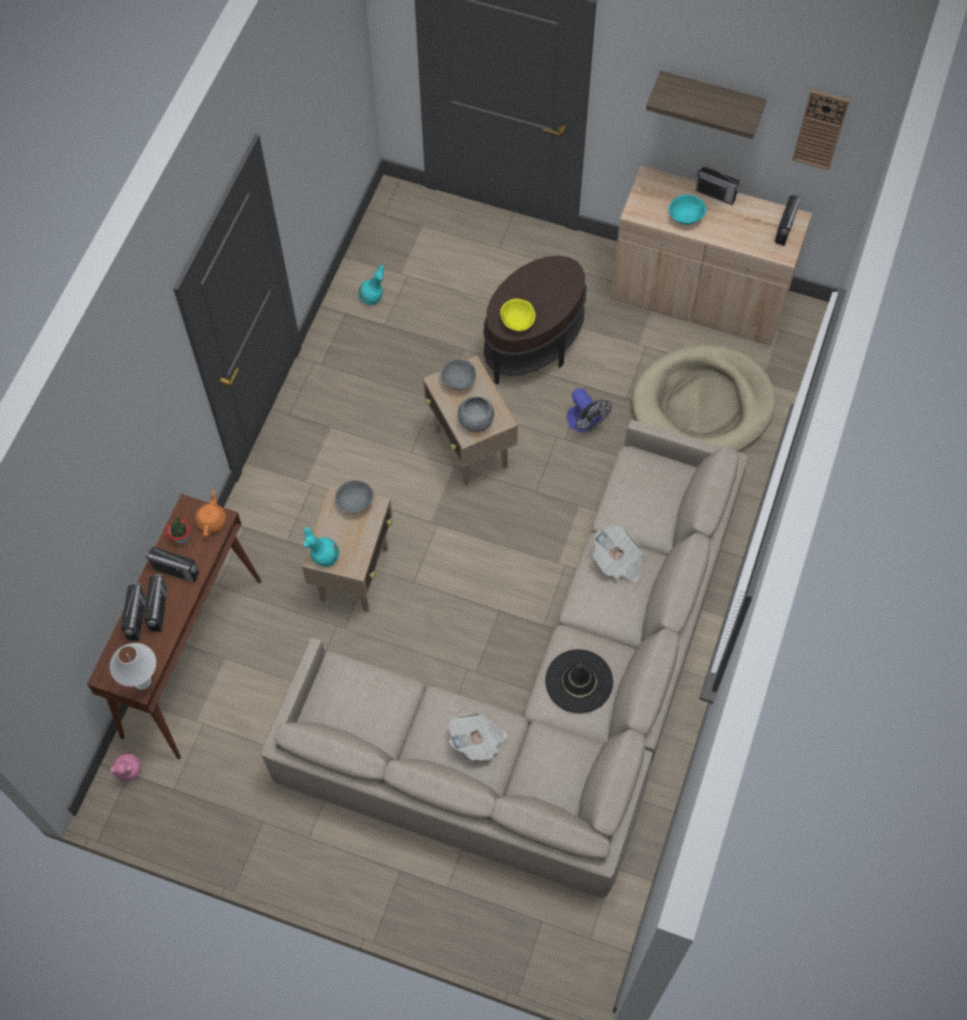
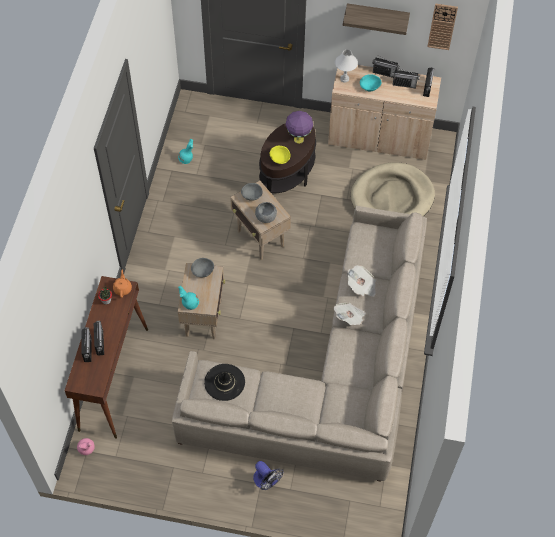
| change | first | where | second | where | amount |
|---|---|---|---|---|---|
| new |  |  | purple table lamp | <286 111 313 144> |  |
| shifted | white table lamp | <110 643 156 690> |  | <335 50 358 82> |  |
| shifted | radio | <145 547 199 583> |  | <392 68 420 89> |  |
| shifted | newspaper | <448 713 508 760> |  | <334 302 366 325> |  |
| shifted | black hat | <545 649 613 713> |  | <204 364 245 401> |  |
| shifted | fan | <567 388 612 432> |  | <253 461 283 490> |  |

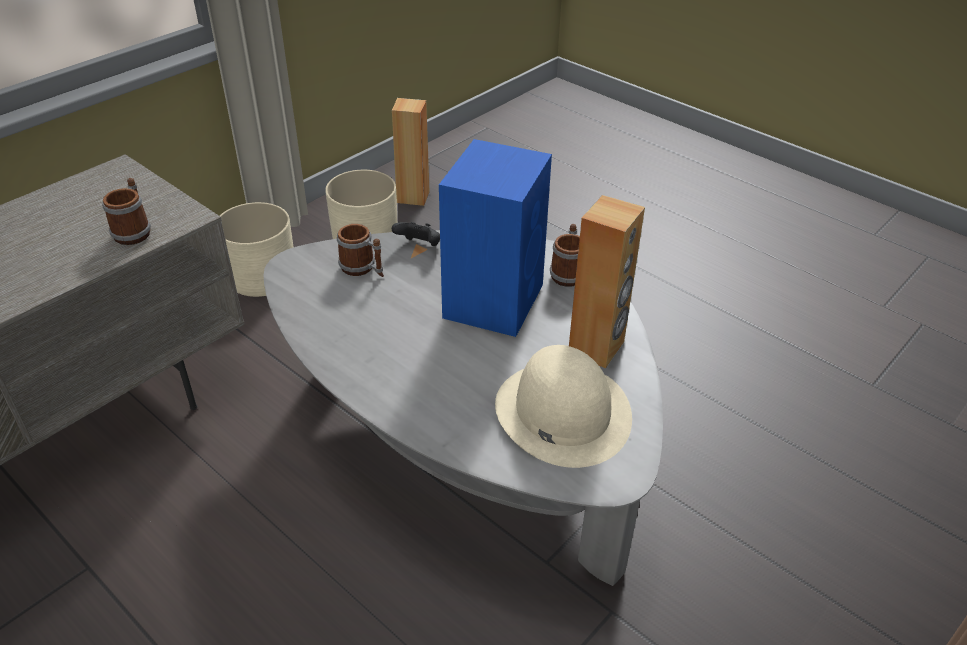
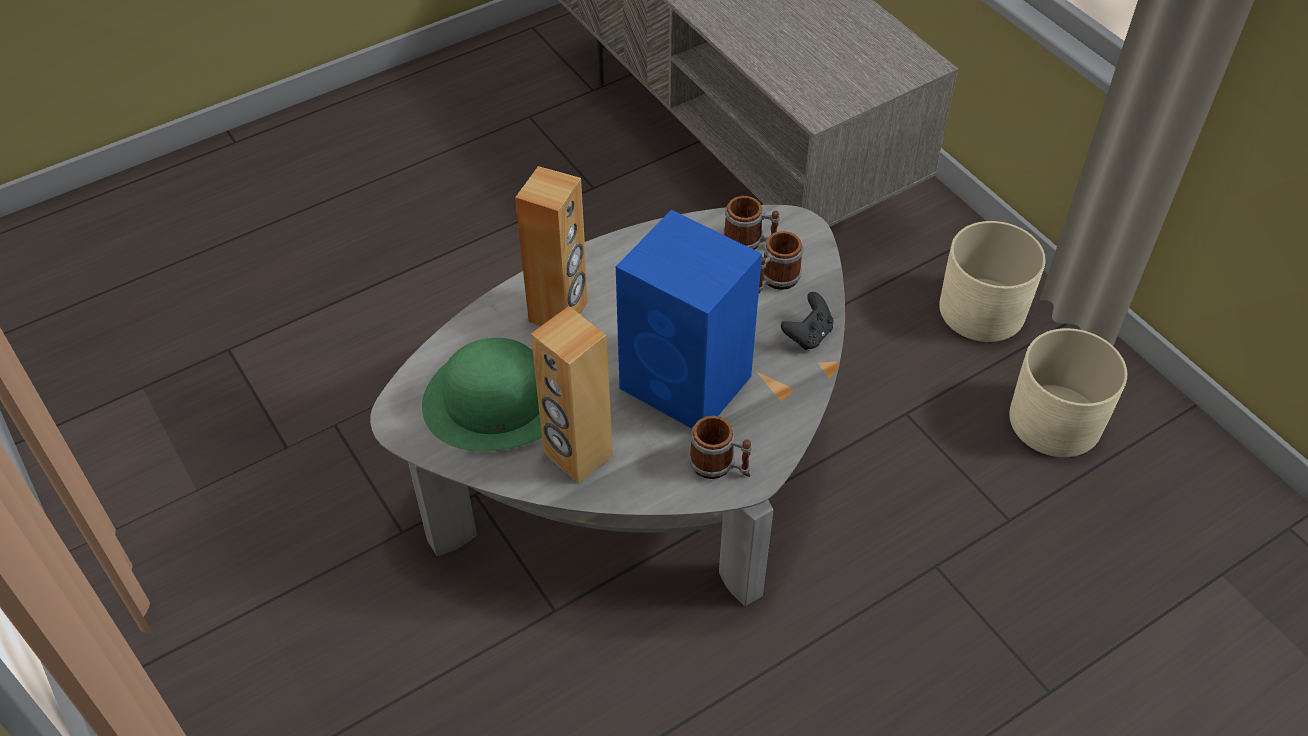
| change | first | where | second | where | amount |
|---|---|---|---|---|---|
| shifted | mug | <102 178 151 245> |  | <723 196 780 250> |  |
| shifted | brown speaker | <392 98 430 206> |  | <515 166 588 326> |  |
| repainted | beige hat | <495 345 632 468> | green hat | <422 338 542 451> |  |

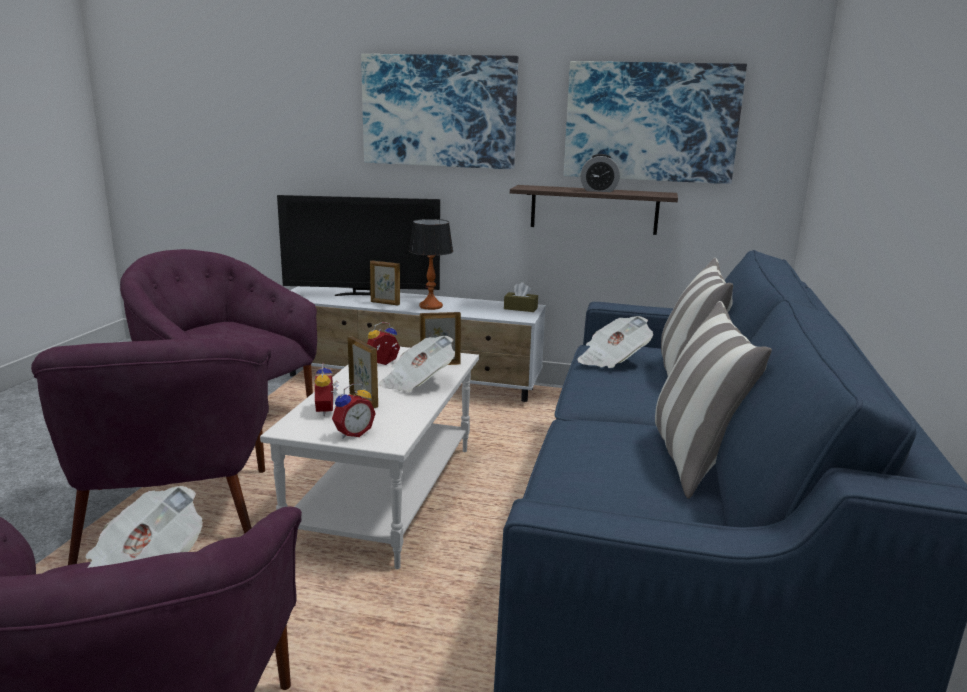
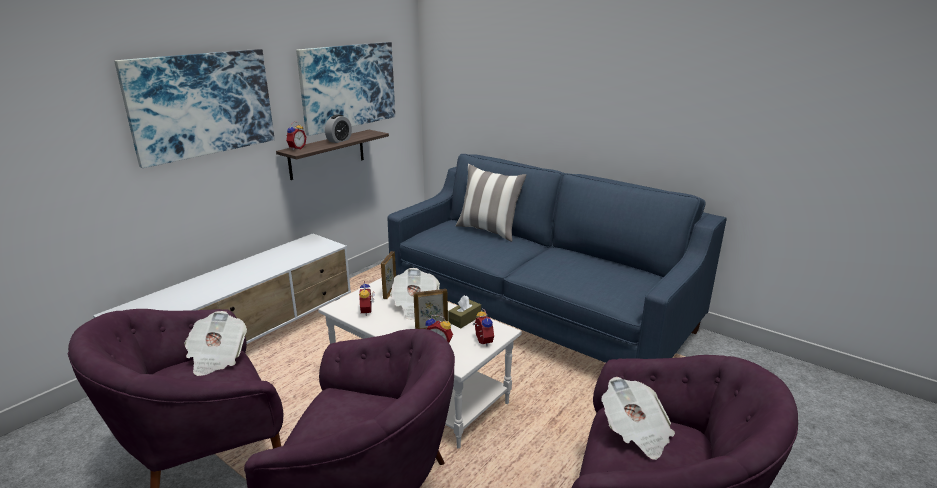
| change | first | where | second | where | amount |
|---|---|---|---|---|---|
| gone | television | <277 195 440 296> |  |  |  |
| gone | picture frame | <370 260 400 305> |  |  |  |
| gone | table lamp | <409 219 453 310> |  |  |  |
| gone | pillow | <655 301 772 499> |  |  |  |
| new |  |  | alarm clock | <286 121 306 151> |  |
| shifted | brown tissue box | <504 282 538 312> |  | <448 295 481 328> |  |
| shifted | newspaper | <577 316 653 368> |  | <184 311 247 376> |  |

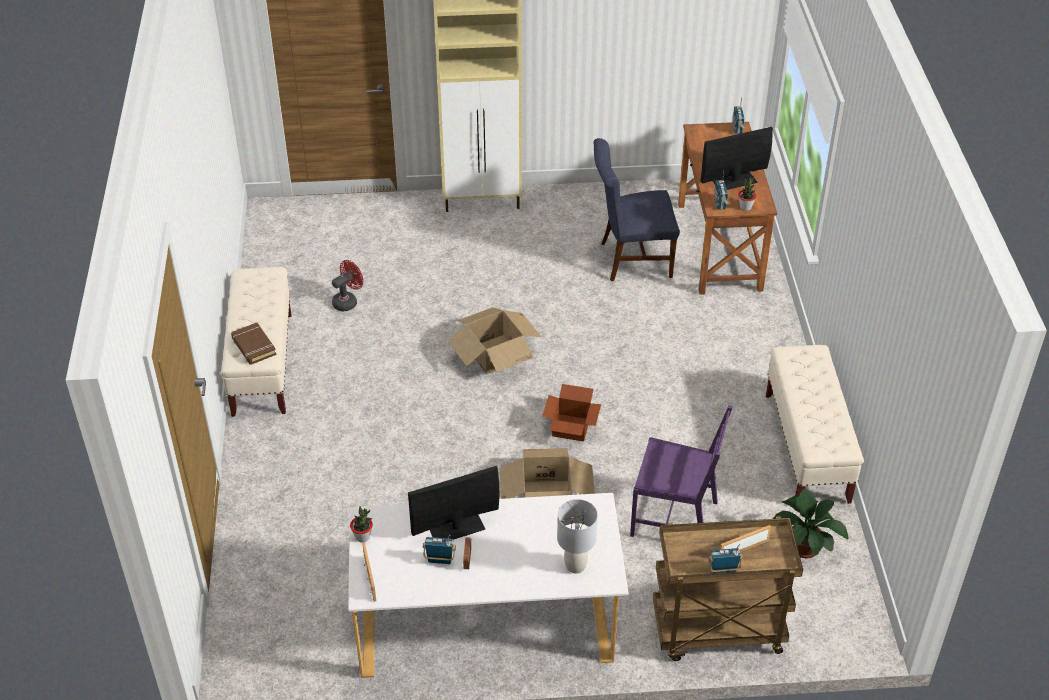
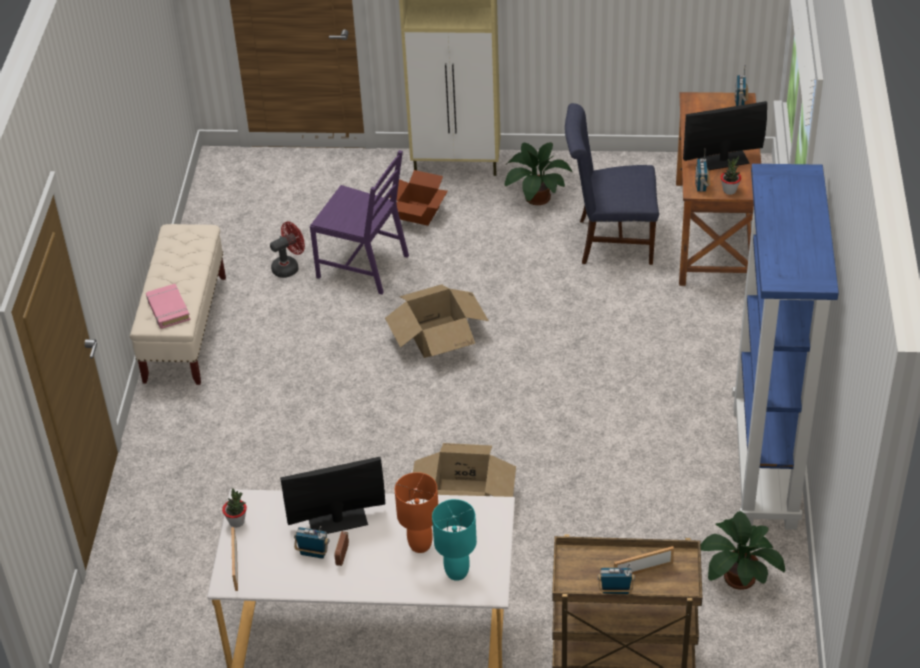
| change | first | where | second | where | amount |
|---|---|---|---|---|---|
| new |  |  | orange table lamp | <395 472 438 553> |  |
| new |  |  | potted plant | <505 142 573 205> |  |
| shifted | cardboard box | <542 384 601 442> |  | <389 170 448 226> |  |
| shifted | purple chair | <630 405 733 537> |  | <310 150 409 294> |  |
| swapped | beige bench | <766 345 864 504> | blue bookcase | <732 164 839 530> |  |
| repainted | brown book | <231 323 276 365> | pink book | <146 284 190 329> |  |
| repainted | grey table lamp | <557 499 598 574> | turquoise table lamp | <432 499 477 581> |  |

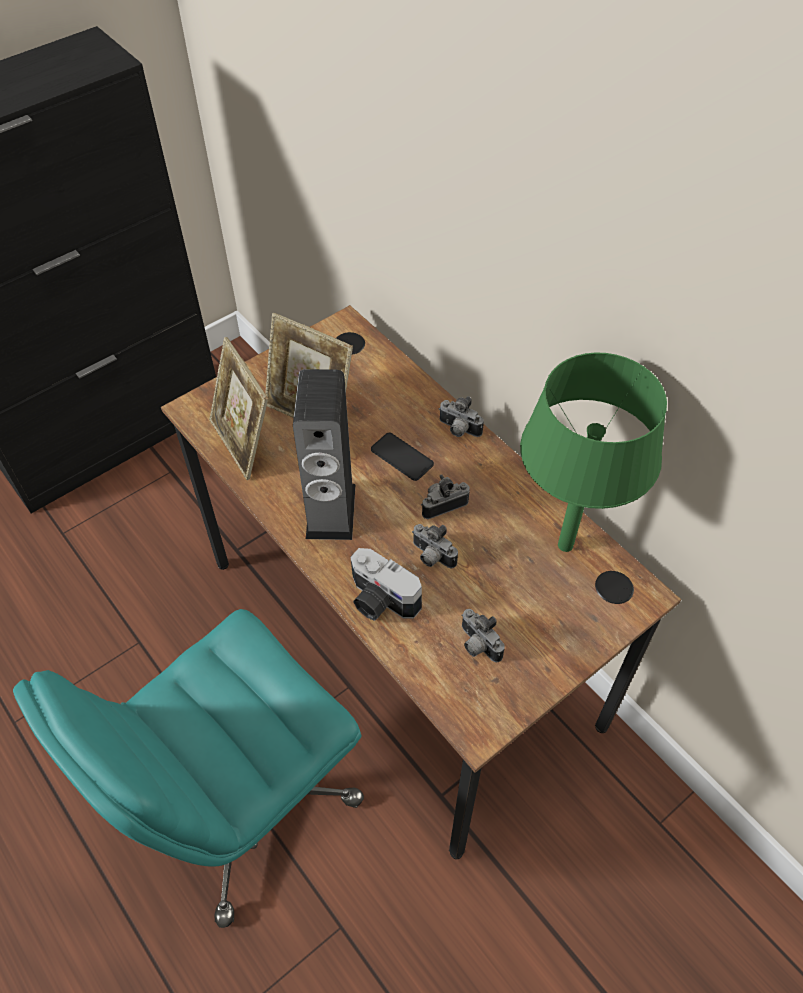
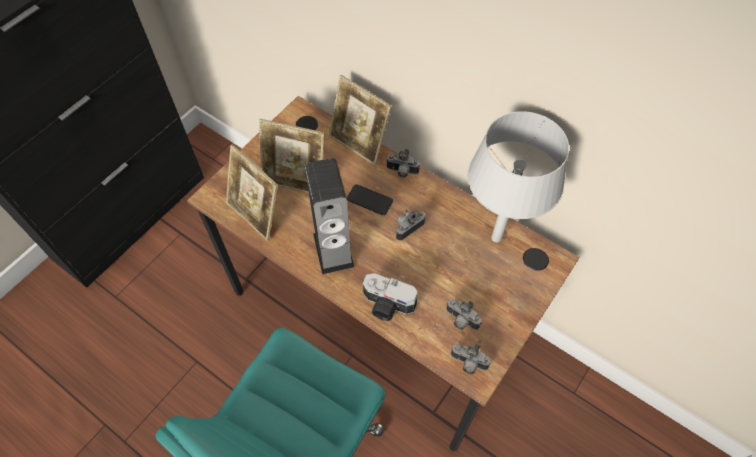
| change | first | where | second | where | amount |
|---|---|---|---|---|---|
| new |  |  | picture frame | <329 75 392 165> |  |
| shifted | photo camera | <412 524 458 568> |  | <451 344 491 374> |  |
| repainted | green table lamp | <520 352 667 552> | grey table lamp | <467 111 569 242> |  |

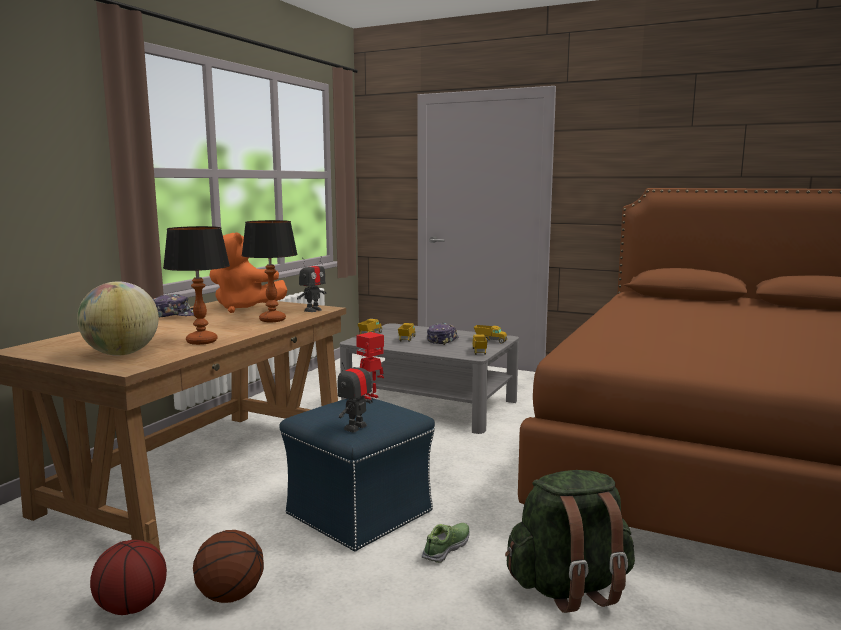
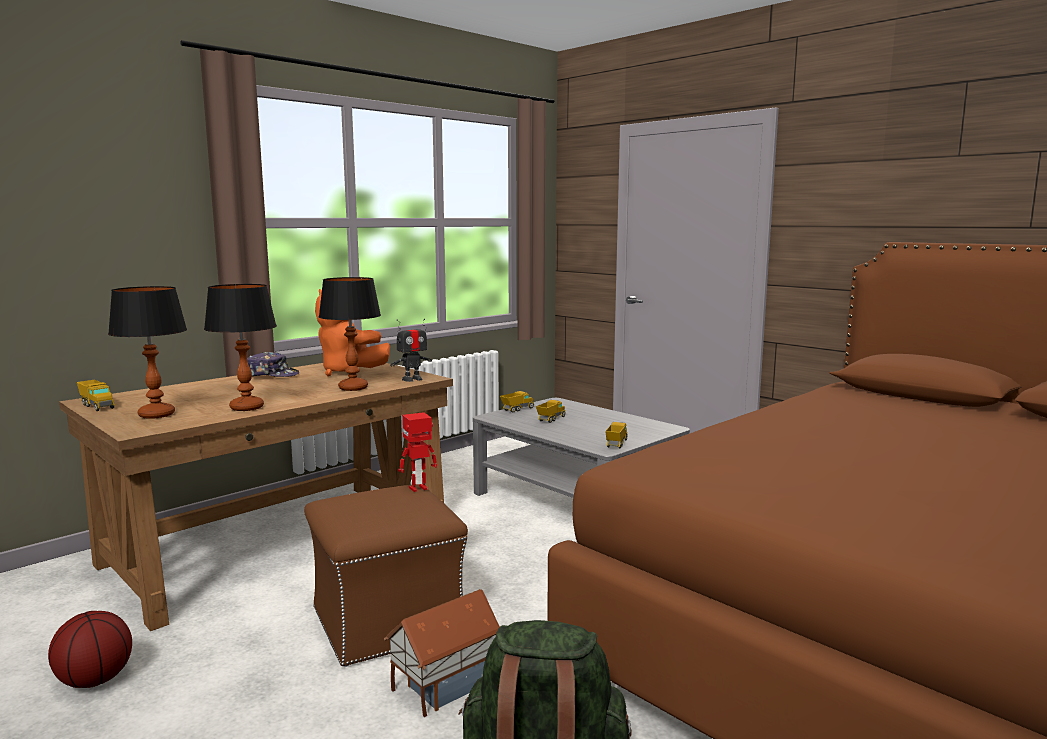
| change | first | where | second | where | amount |
|---|---|---|---|---|---|
| gone | basketball | <193 530 264 603> |  |  |  |
| gone | toy robot | <338 352 373 433> |  |  |  |
| gone | cap | <427 323 459 345> |  |  |  |
| shifted | toy truck | <474 325 507 344> |  | <77 380 115 411> |  |
| swapped | globe | <77 281 159 356> | table lamp | <108 286 187 419> |  |
| swapped | shoe | <422 523 470 563> | toy house | <384 589 500 717> |  |
| repainted | blue ottoman | <279 398 435 551> | brown ottoman | <304 484 468 667> |  |

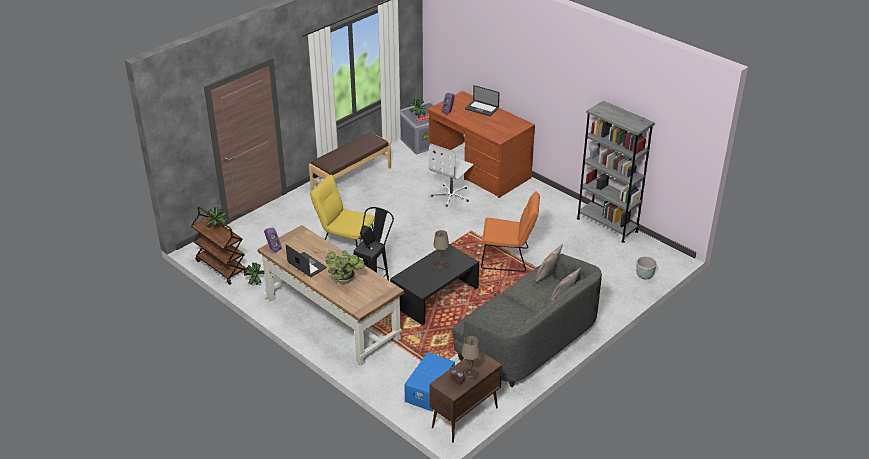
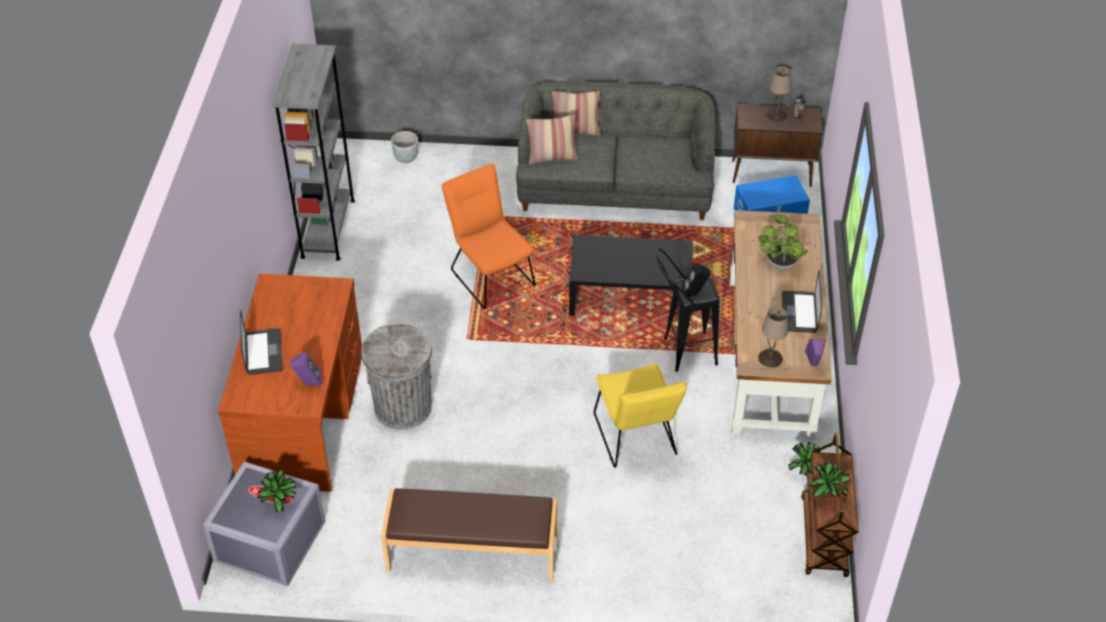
| change | first | where | second | where | amount |
|---|---|---|---|---|---|
| shifted | beige table lamp | <433 230 449 270> |  | <758 307 788 368> |  |
| swapped | white office chair | <428 144 473 206> | grey trash can | <361 323 432 430> |  |

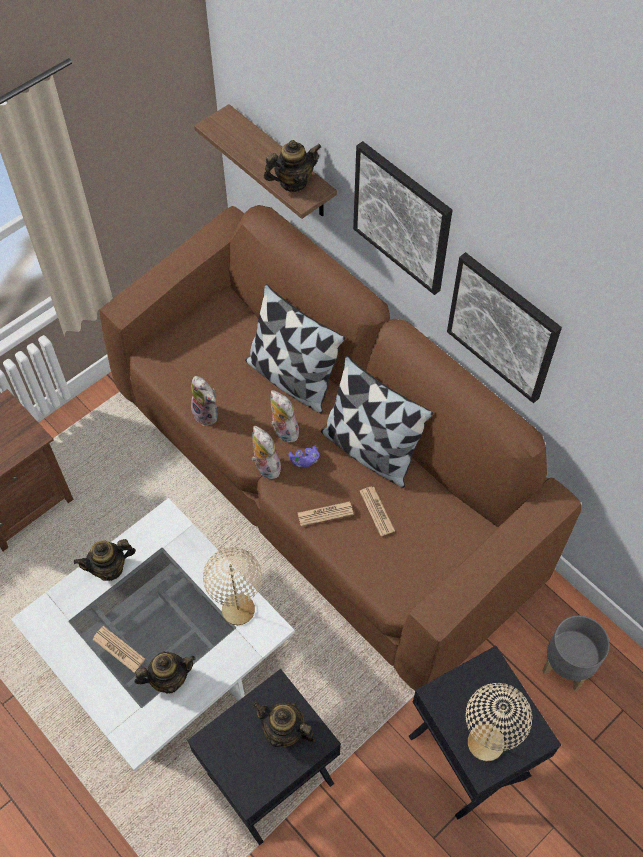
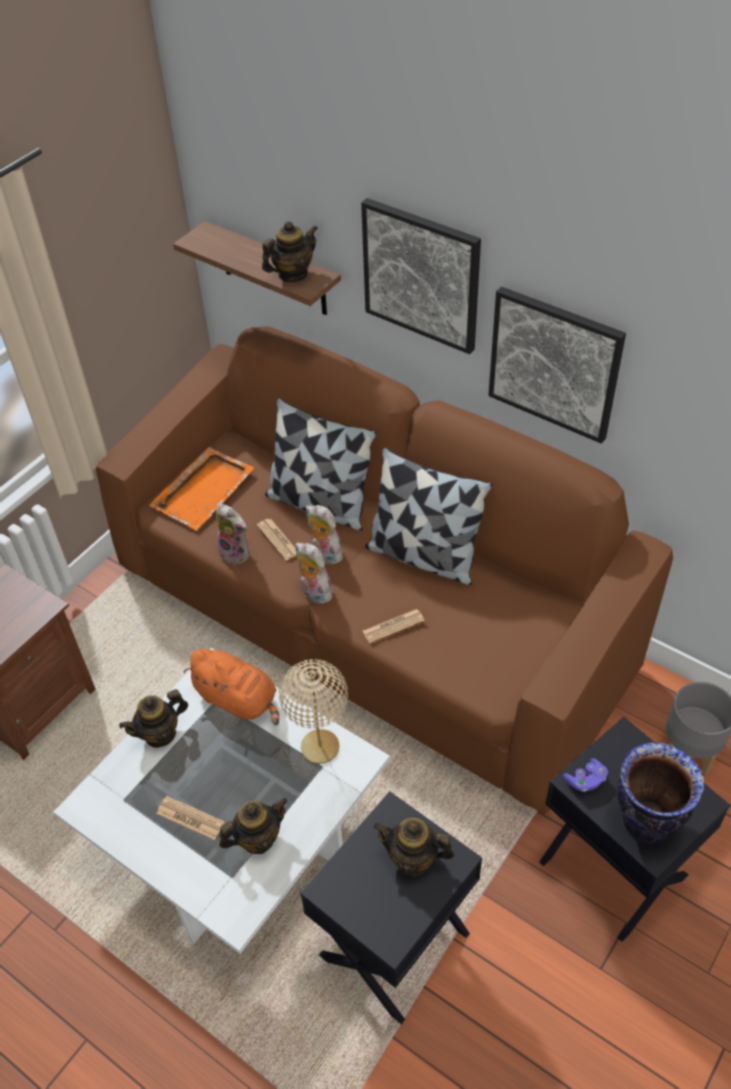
| change | first | where | second | where | amount |
|---|---|---|---|---|---|
| new |  |  | orange tray | <149 447 254 531> |  |
| new |  |  | orange plush toy | <183 649 279 725> |  |
| shifted | purple game controller | <289 445 320 467> |  | <563 758 608 792> |  |
| shifted | newspaper | <360 487 395 536> |  | <257 519 297 561> |  |
| swapped | beige table lamp | <466 683 532 762> | vase | <617 742 704 842> |  |

